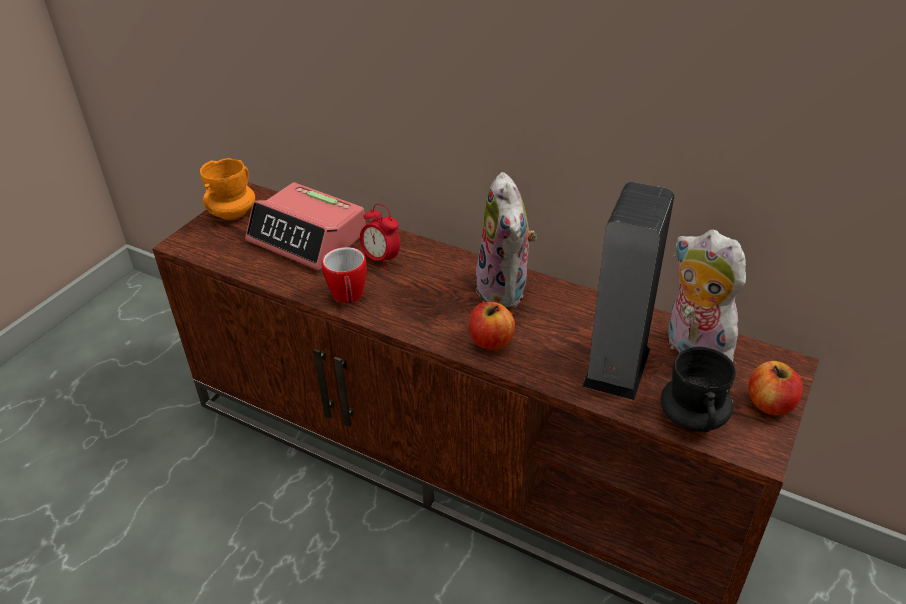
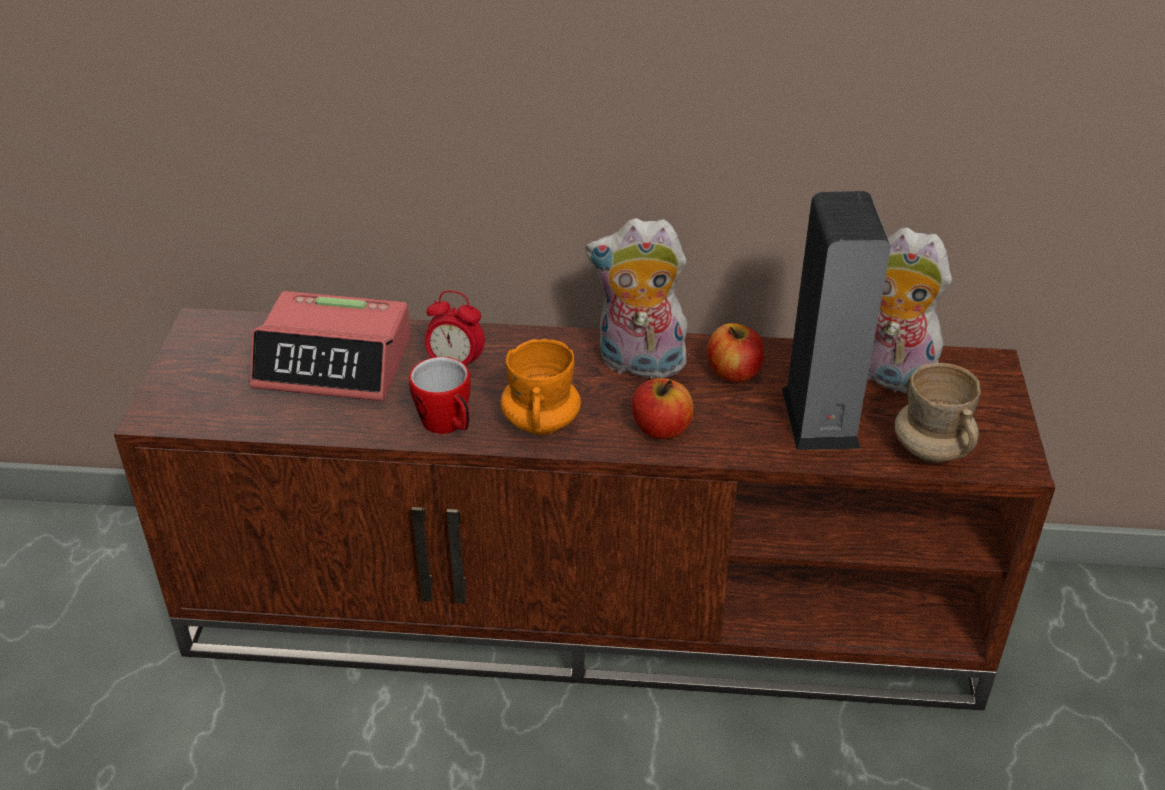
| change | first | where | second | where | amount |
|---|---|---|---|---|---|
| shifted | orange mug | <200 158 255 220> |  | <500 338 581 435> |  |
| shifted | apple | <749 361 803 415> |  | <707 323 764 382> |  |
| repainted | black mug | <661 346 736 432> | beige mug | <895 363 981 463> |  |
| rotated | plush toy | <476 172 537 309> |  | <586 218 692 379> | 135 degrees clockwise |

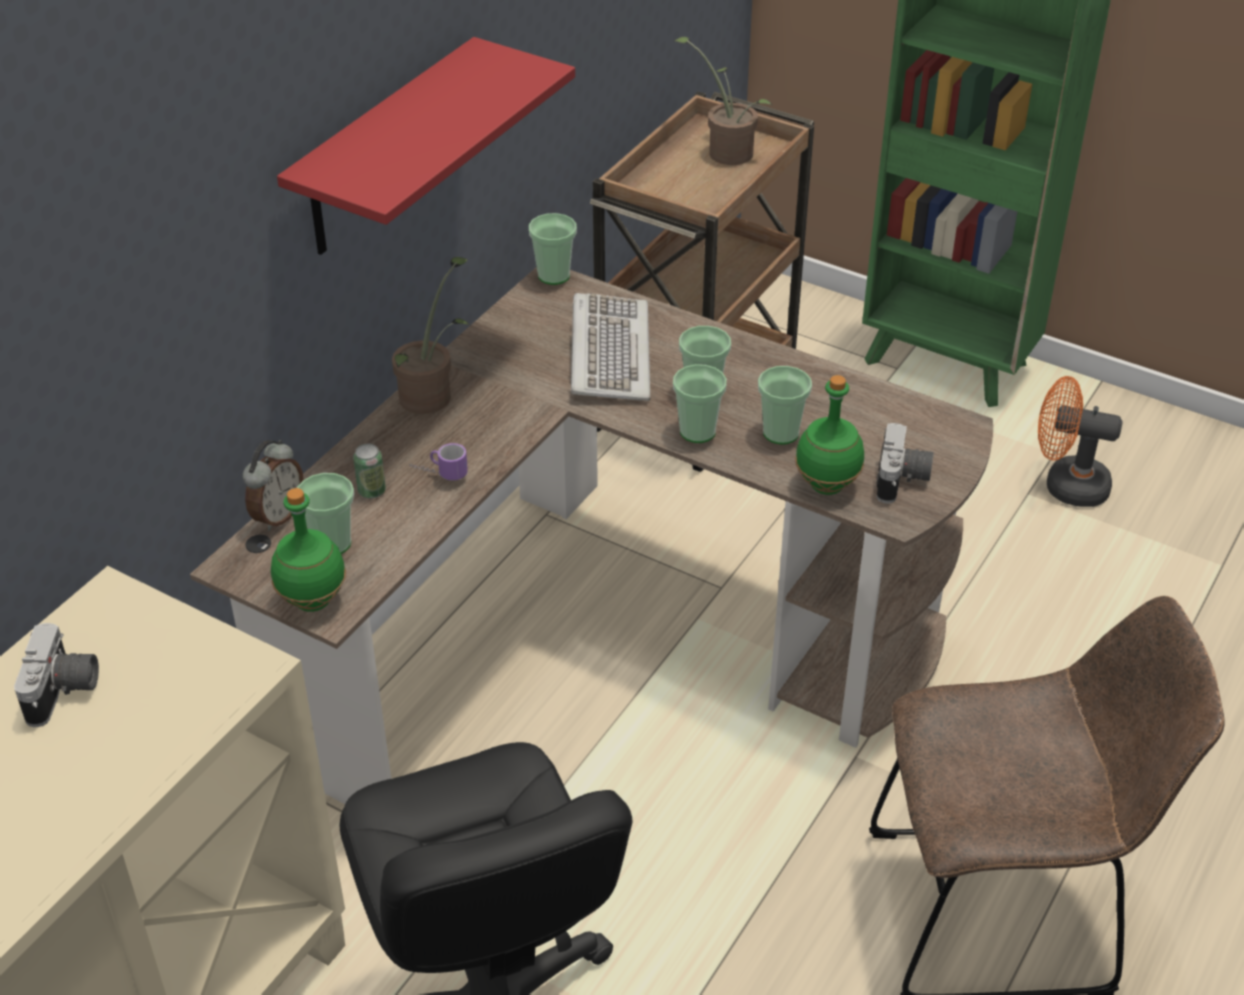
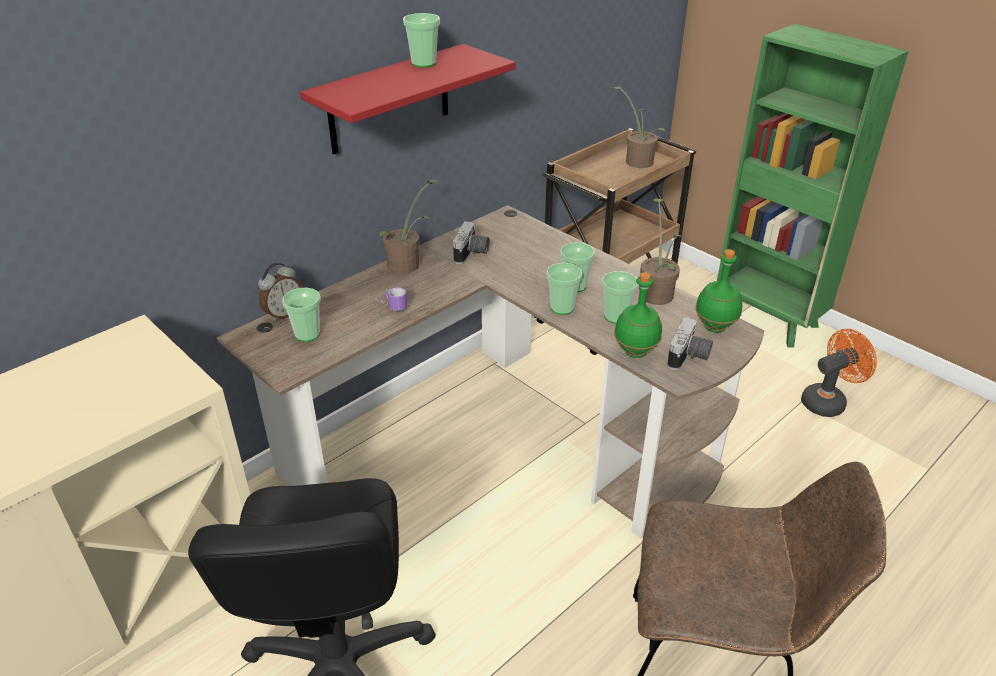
| change | first | where | second | where | amount |
|---|---|---|---|---|---|
| gone | can | <353 444 386 498> |  |  |  |
| gone | keyboard | <571 293 650 401> |  |  |  |
| new |  |  | potted plant | <640 199 682 305> |  |
| shifted | photo camera | <14 623 99 727> |  | <453 221 490 264> |  |
| shifted | green bottle | <271 488 346 612> |  | <696 249 742 333> |  |
| shifted | cup | <529 213 577 285> |  | <403 13 440 67> |  |
| rotated | orange fan | <1038 376 1123 507> |  | <801 329 877 417> | 120 degrees clockwise |

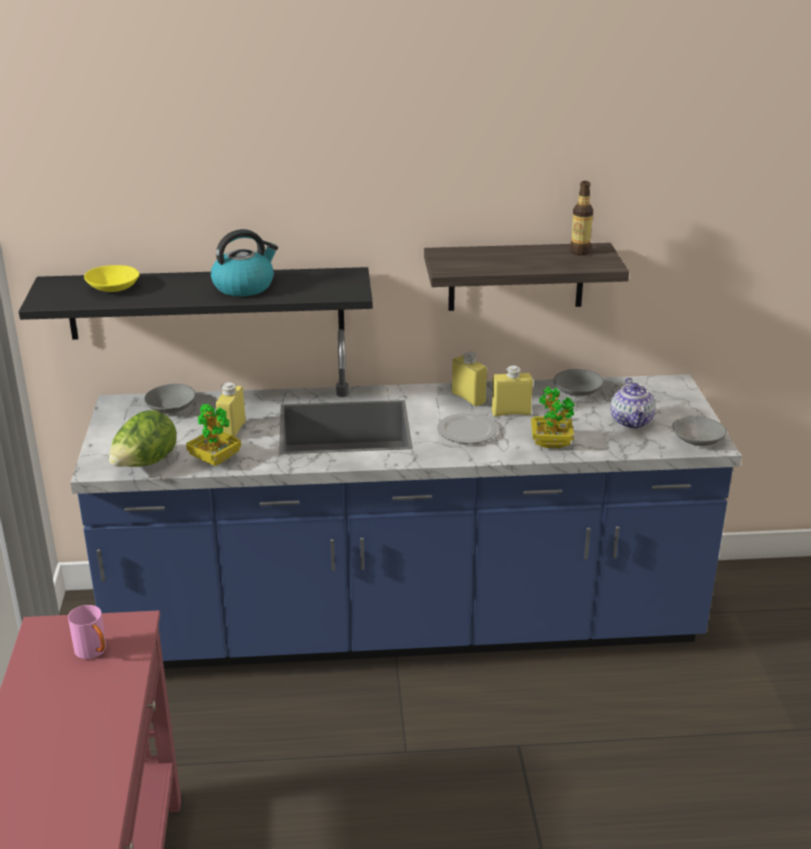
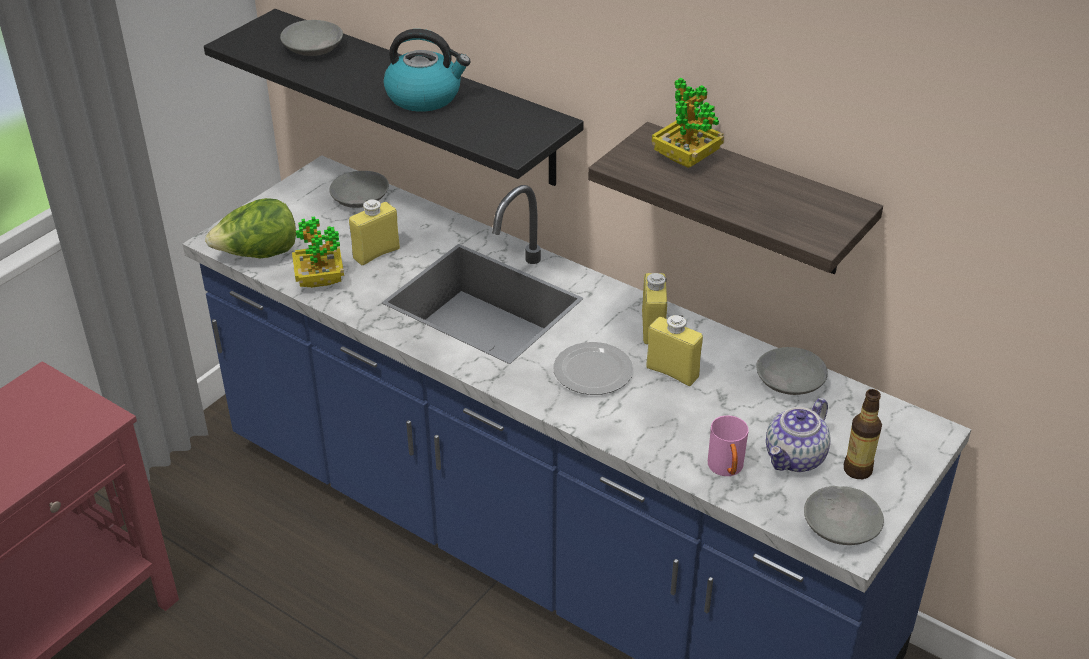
| change | first | where | second | where | amount |
|---|---|---|---|---|---|
| shifted | pink mug | <68 605 106 659> |  | <708 416 748 476> |  |
| shifted | potted plant | <531 387 574 448> |  | <652 78 724 168> |  |
| shifted | bottle | <570 181 593 255> |  | <844 389 882 479> |  |
| repainted | yellow bowl | <84 265 139 292> | grey bowl | <280 20 343 56> |  |

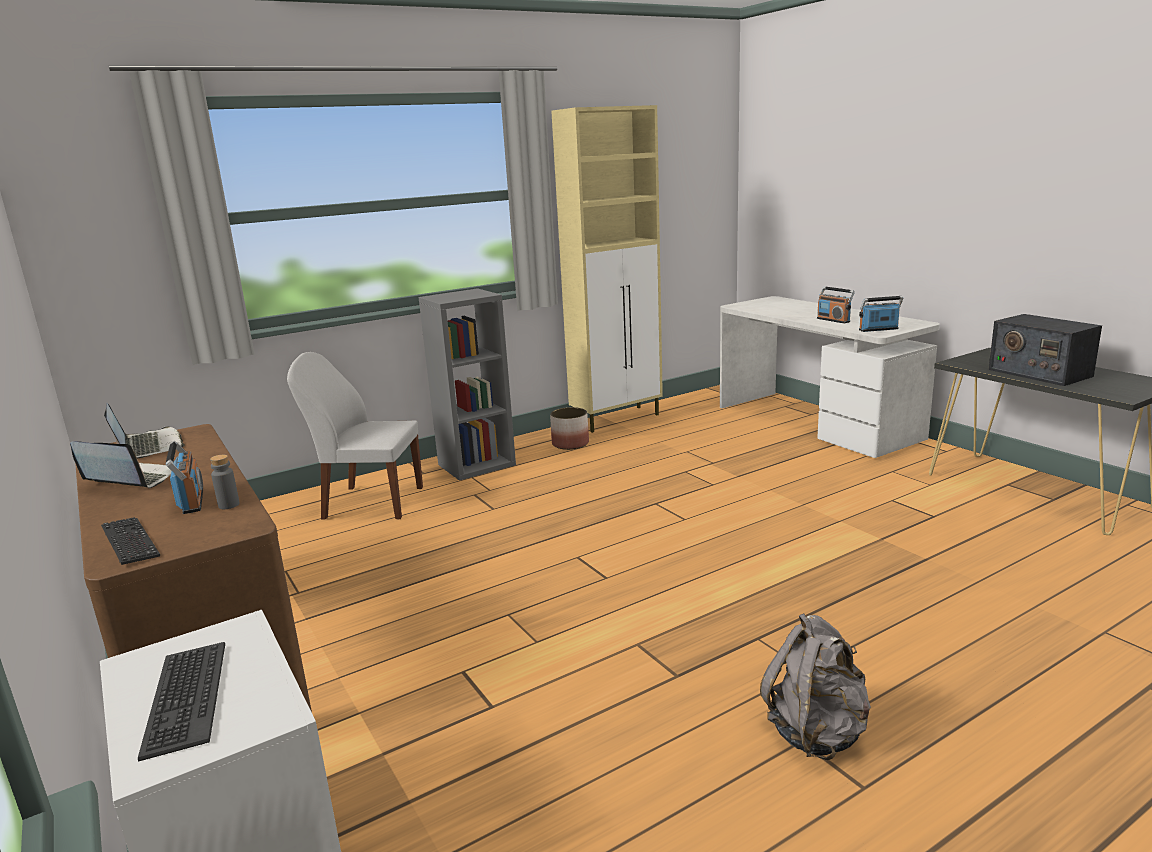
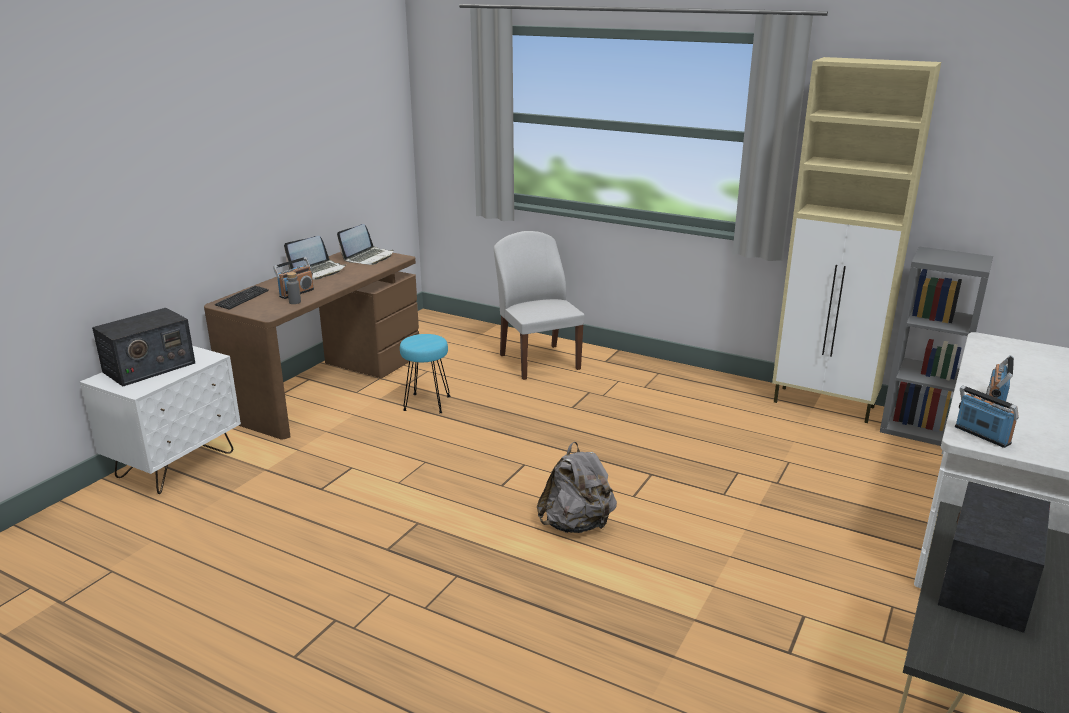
| change | first | where | second | where | amount |
|---|---|---|---|---|---|
| gone | planter | <550 407 589 450> |  |  |  |
| new |  |  | turquoise stool | <400 334 450 413> |  |
| shifted | grey bookcase | <419 288 516 481> |  | <880 246 993 446> |  |
| shifted | grey backpack | <760 614 871 760> |  | <537 442 617 533> |  |
| swapped | keyboard | <138 642 225 761> | radio | <92 308 195 386> |  |
| rotated | laptop | <70 441 171 488> |  | <284 236 346 280> | 60 degrees clockwise |

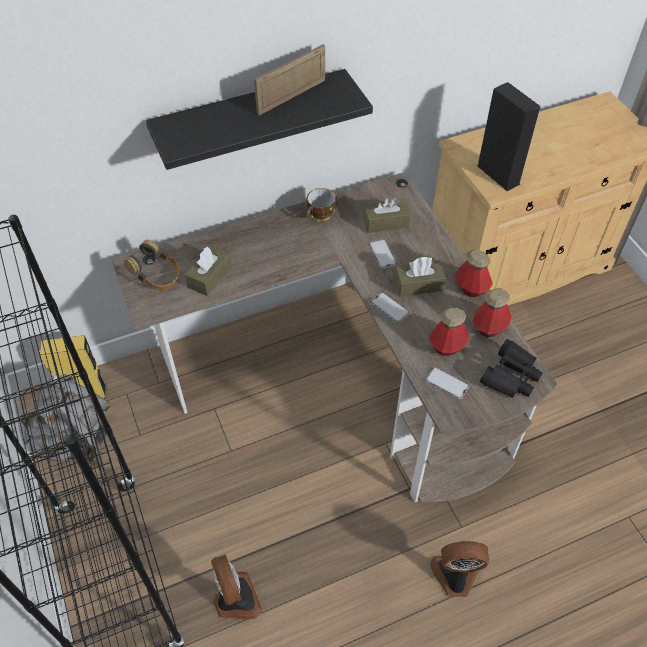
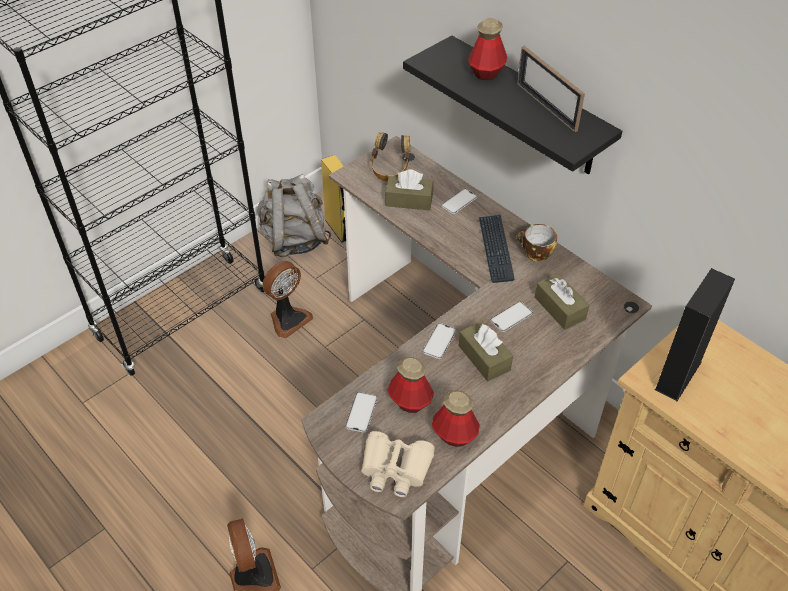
| change | first | where | second | where | amount |
|---|---|---|---|---|---|
| new |  |  | phone | <441 189 477 214> |  |
| new |  |  | keyboard | <479 215 515 283> |  |
| shifted | fan | <211 554 262 620> |  | <263 261 313 338> |  |
| shifted | bottle | <455 249 493 297> |  | <468 18 507 80> |  |
| repainted | black binoculars | <480 339 543 398> | beige binoculars | <361 431 435 497> |  |
| rotated | picture frame | <254 45 325 115> |  | <517 46 585 132> | 150 degrees counterclockwise |

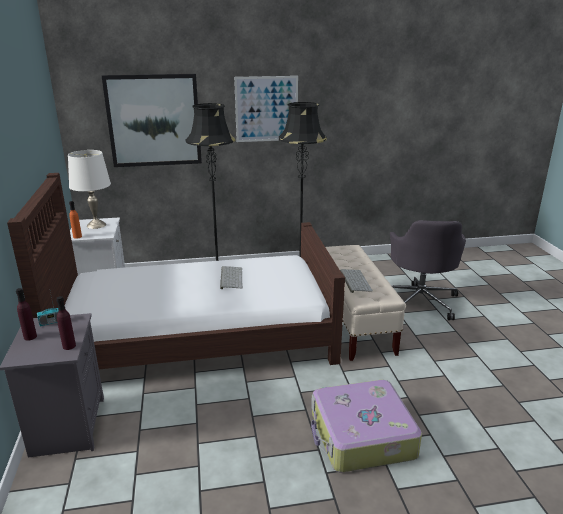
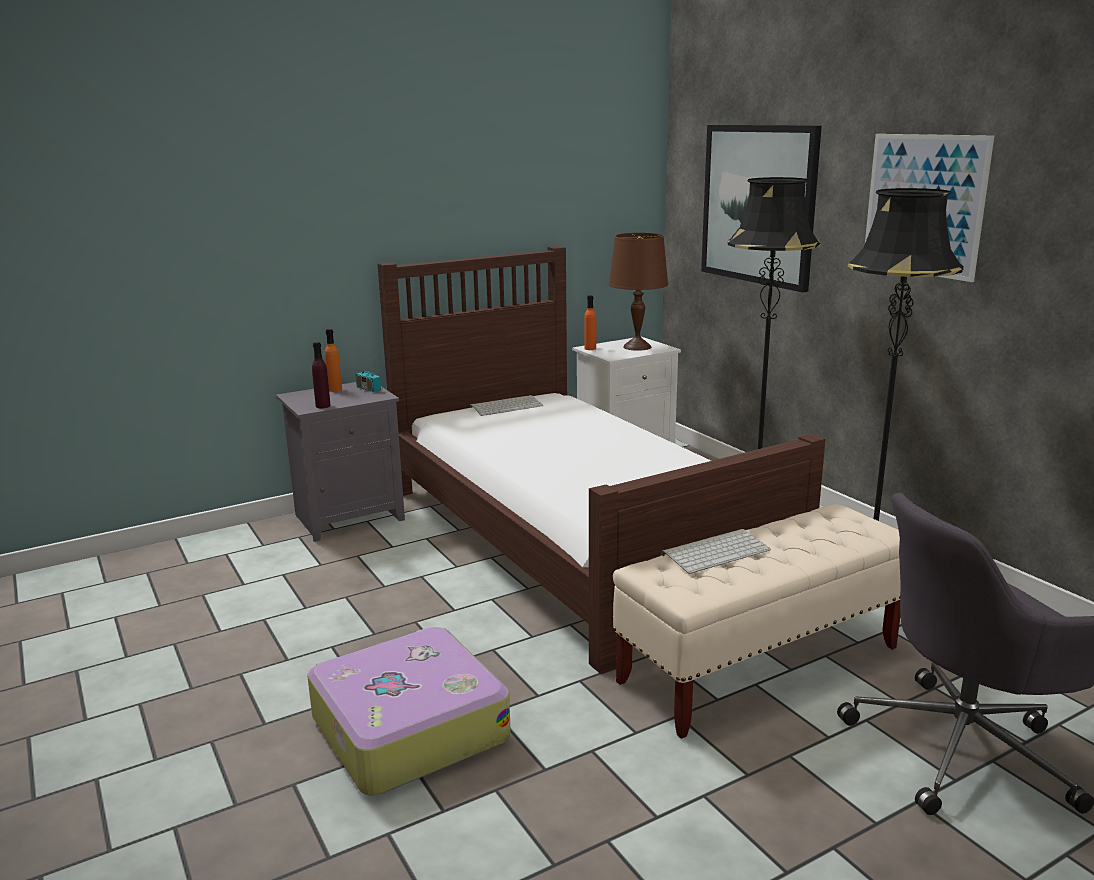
| change | first | where | second | where | amount |
|---|---|---|---|---|---|
| shifted | keyboard | <220 266 243 289> |  | <470 395 543 416> |  |
| repainted | purple bottle | <16 288 37 341> | orange bottle | <325 329 342 392> |  |
| repainted | white table lamp | <68 150 111 229> | brown table lamp | <609 233 668 351> |  |

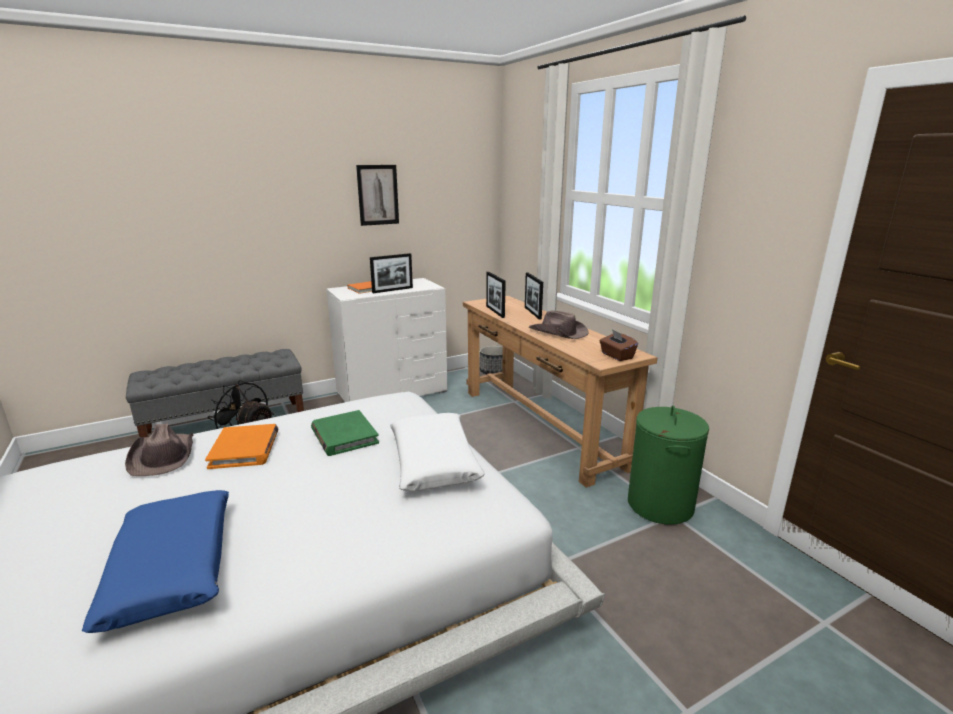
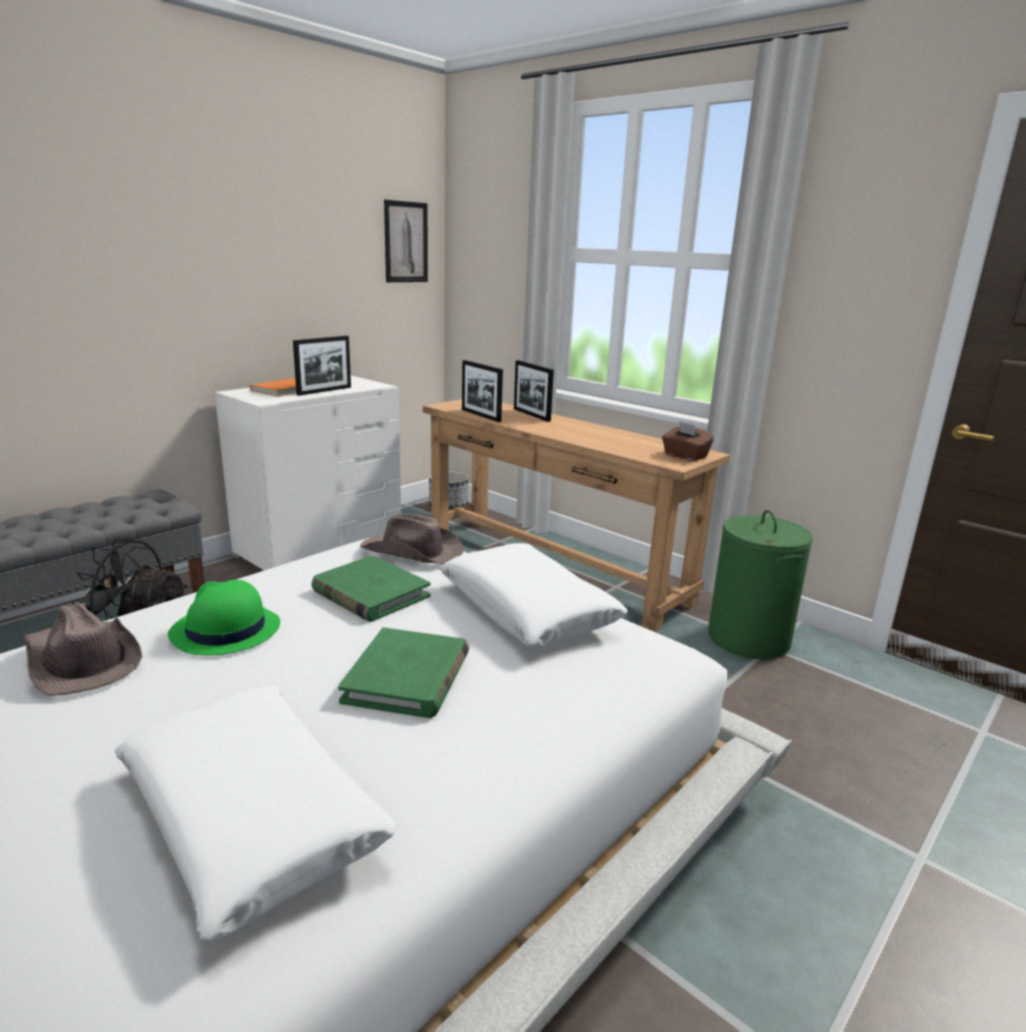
| change | first | where | second | where | amount |
|---|---|---|---|---|---|
| new |  |  | green book | <338 628 469 718> |  |
| shifted | picture | <356 165 399 226> |  | <384 200 428 282> |  |
| shifted | brown hat | <529 310 589 339> |  | <360 514 463 565> |  |
| swapped | orange book | <205 424 279 469> | green hat | <168 580 280 655> |  |
| repainted | blue pillow | <81 490 229 633> | white pillow | <114 686 398 940> |  |

